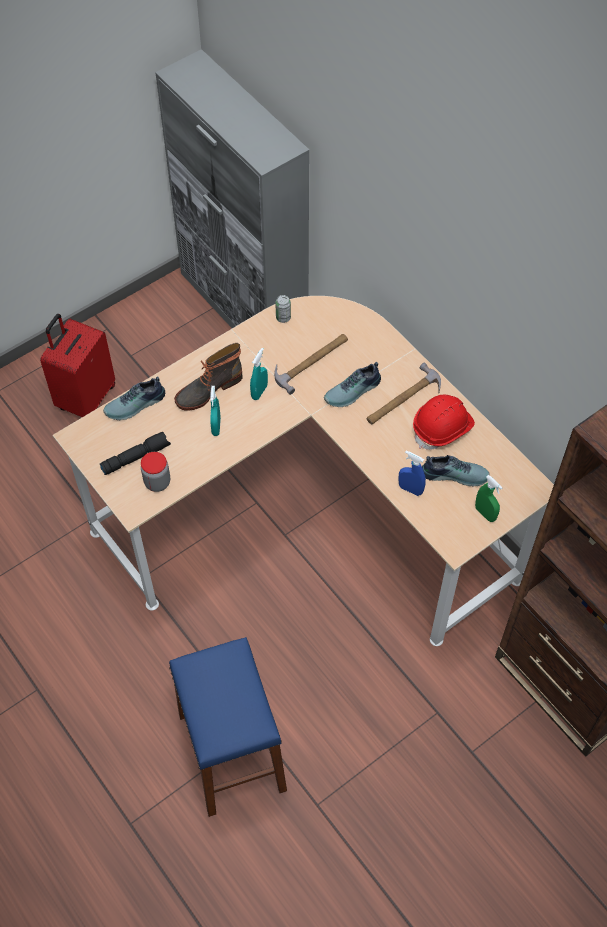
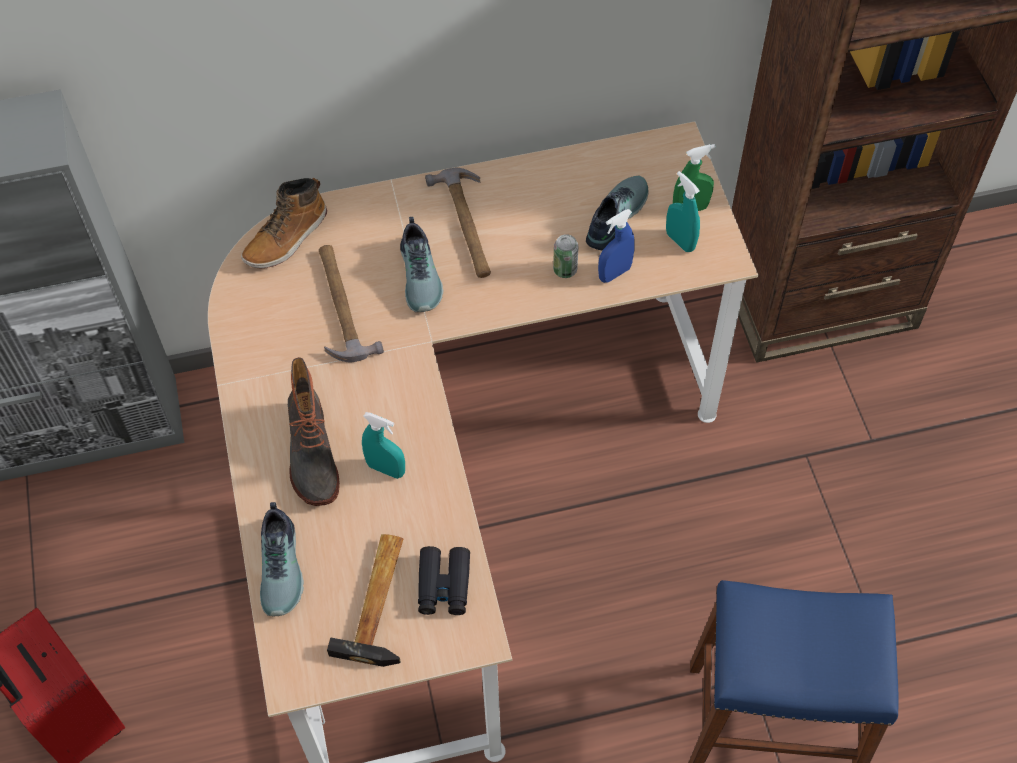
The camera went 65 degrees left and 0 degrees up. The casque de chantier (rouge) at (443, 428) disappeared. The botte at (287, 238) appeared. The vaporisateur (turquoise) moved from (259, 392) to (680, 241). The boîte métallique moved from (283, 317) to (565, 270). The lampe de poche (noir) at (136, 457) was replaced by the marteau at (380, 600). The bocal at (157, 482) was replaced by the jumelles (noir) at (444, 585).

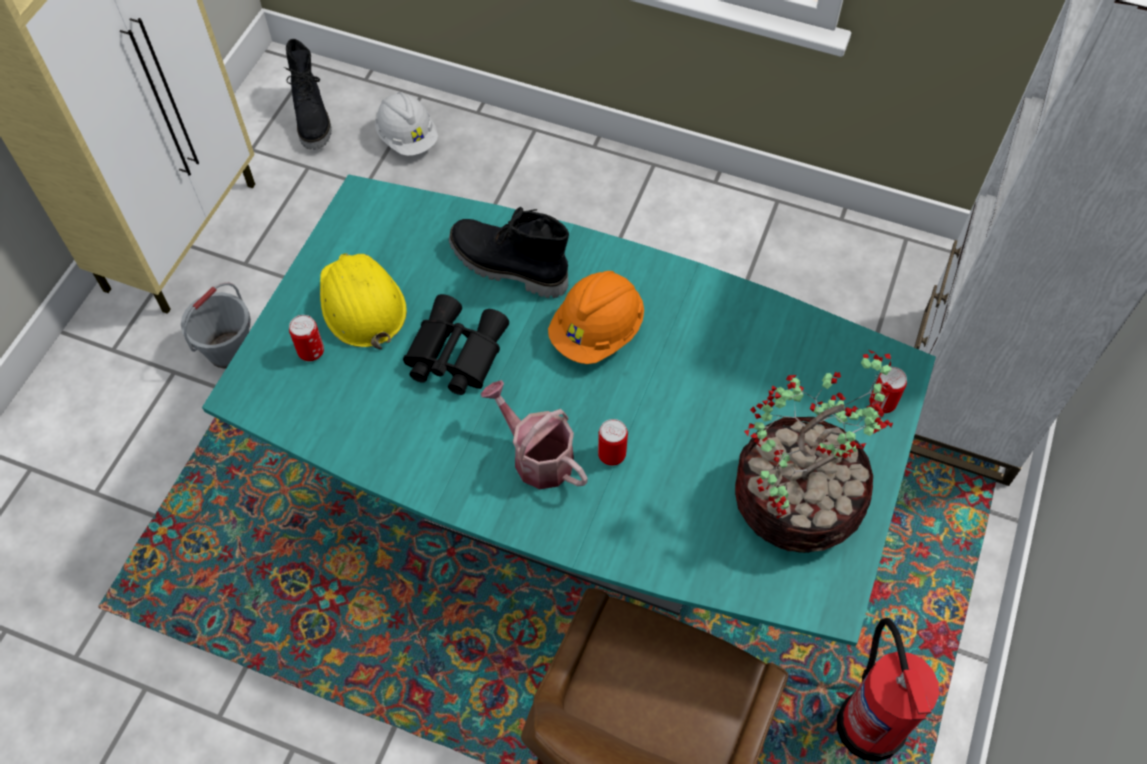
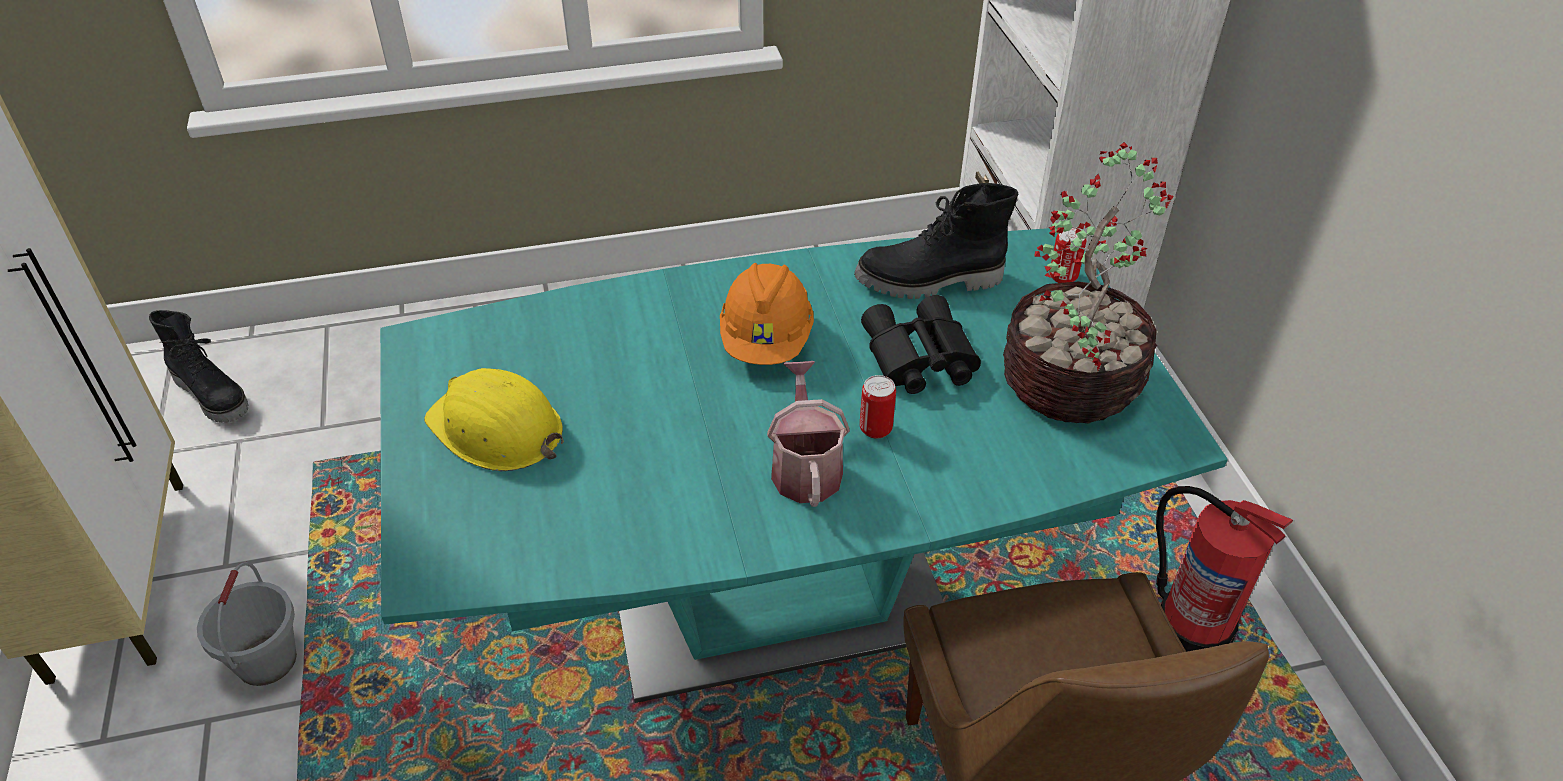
The camera went 35 degrees left and 15 degrees down. The boîte métallique at (311, 352) disappeared. The casque de chantier (blanc) at (407, 138) disappeared. The jumelles (noir) moved from (453, 354) to (917, 359). The botte (noir) moved from (507, 267) to (929, 282). The arrosoir at (537, 456) turned 75 degrees clockwise.

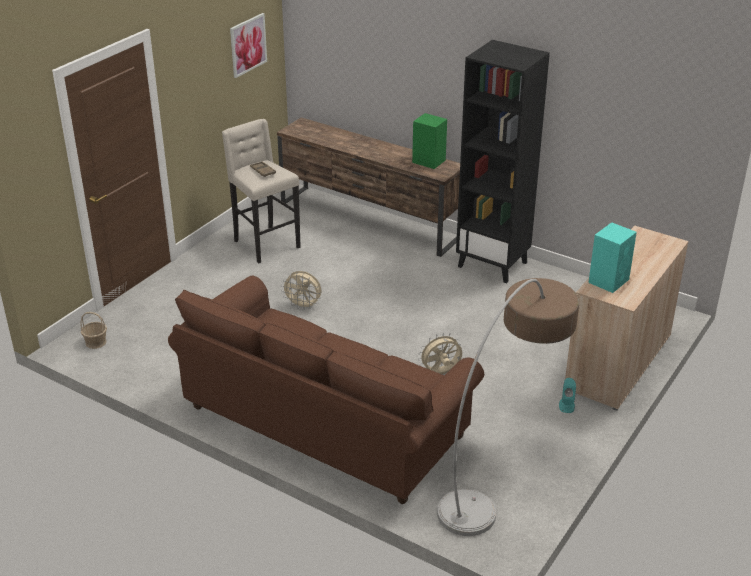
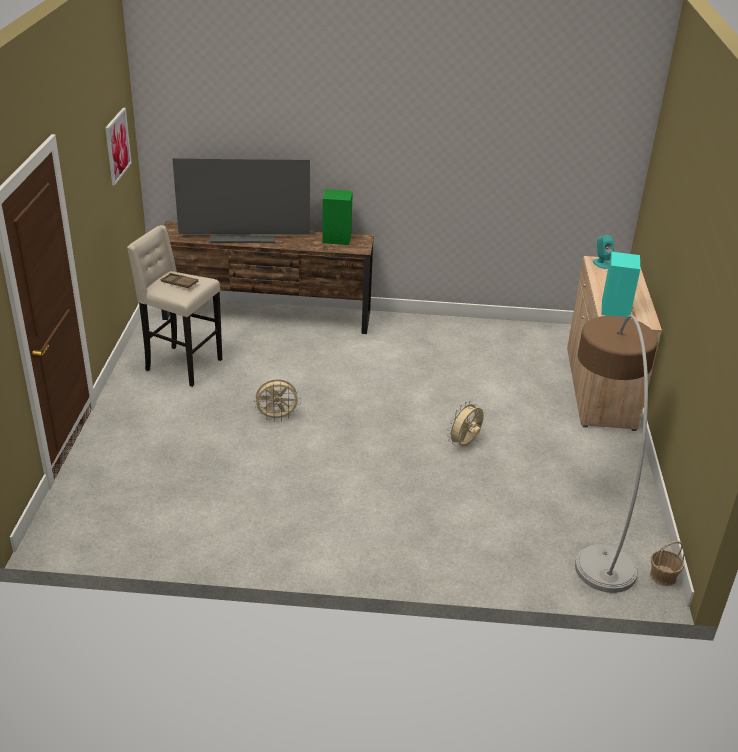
The camera went 30 degrees left and 0 degrees up. The canapé (marron) at (325, 423) disappeared. The bibliothèque (noir) at (493, 264) disappeared. The téléviseur at (244, 236) appeared. The panier moved from (95, 342) to (662, 576). The enceinte (turquoise) moved from (566, 405) to (601, 263).

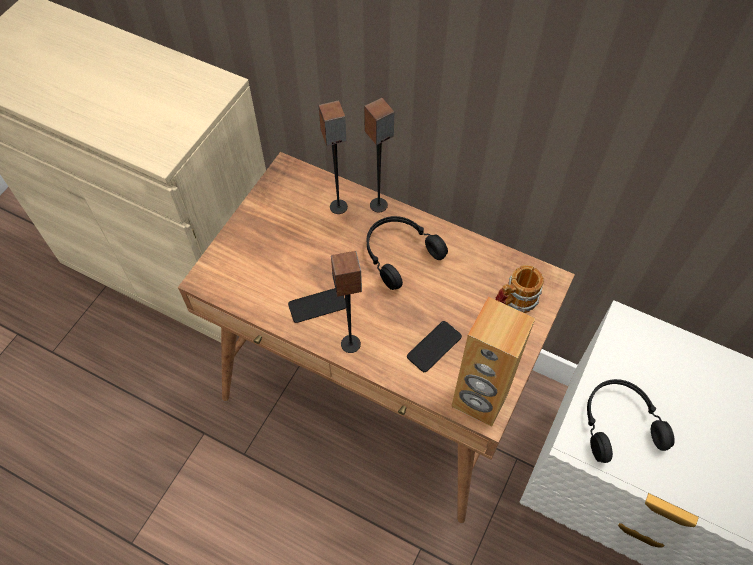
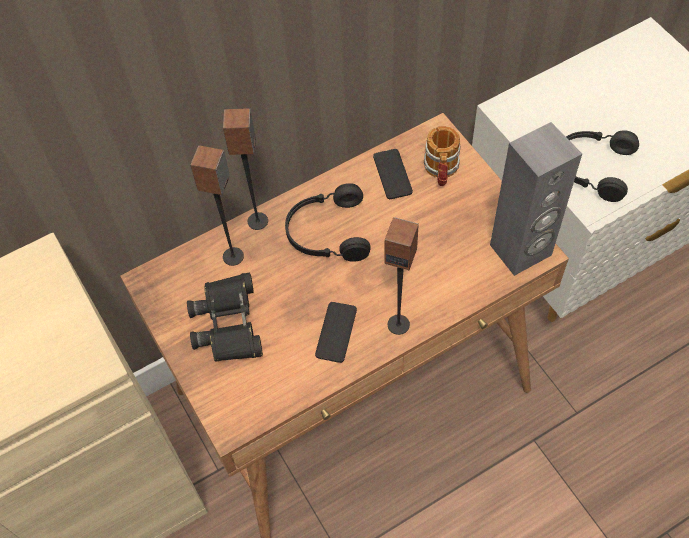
The camera went 55 degrees left and 0 degrees up. The jumelles (noir) at (228, 323) appeared. The téléphone moved from (434, 346) to (392, 174). The enceinte (marron) at (479, 400) became the enceinte (gris) at (521, 250).

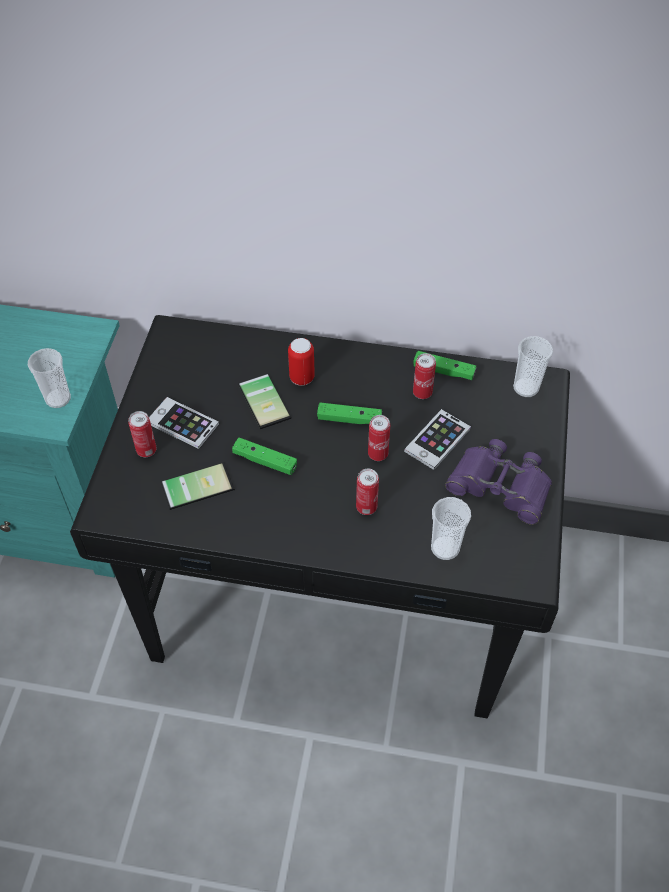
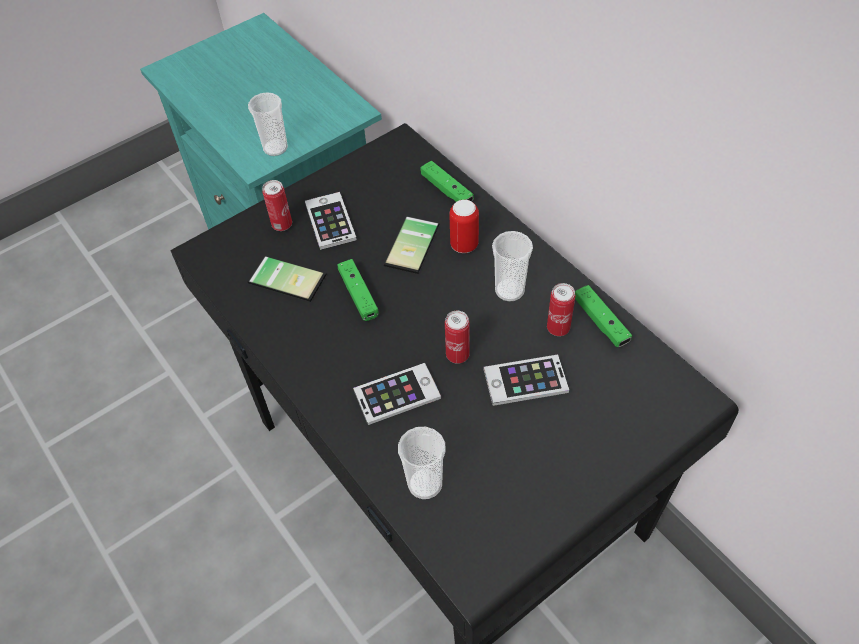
The camera went 45 degrees right and 0 degrees up. The jumelles (violet) at (500, 486) disappeared. The manette (vert) moved from (349, 419) to (446, 190). The tasse moved from (526, 388) to (509, 290). The boîte métallique at (366, 507) was replaced by the téléphone at (397, 394).

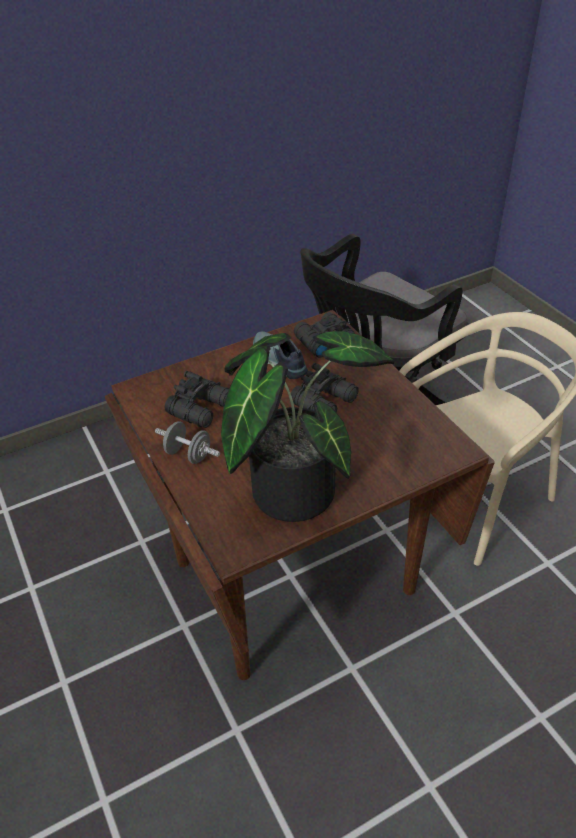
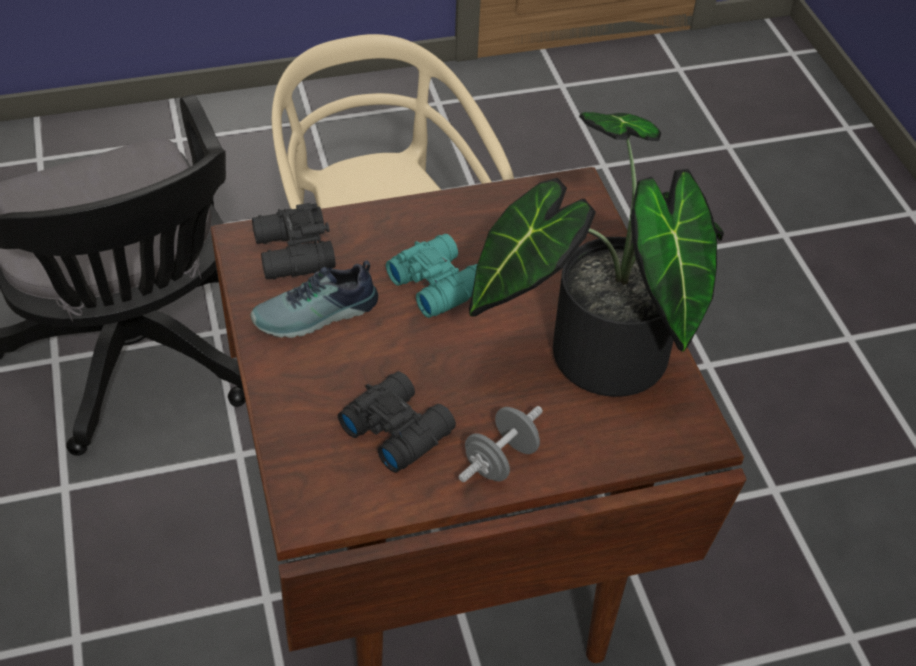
The camera went 80 degrees left and 5 degrees up. The jumelles (noir) at (326, 401) became the jumelles (turquoise) at (437, 283).

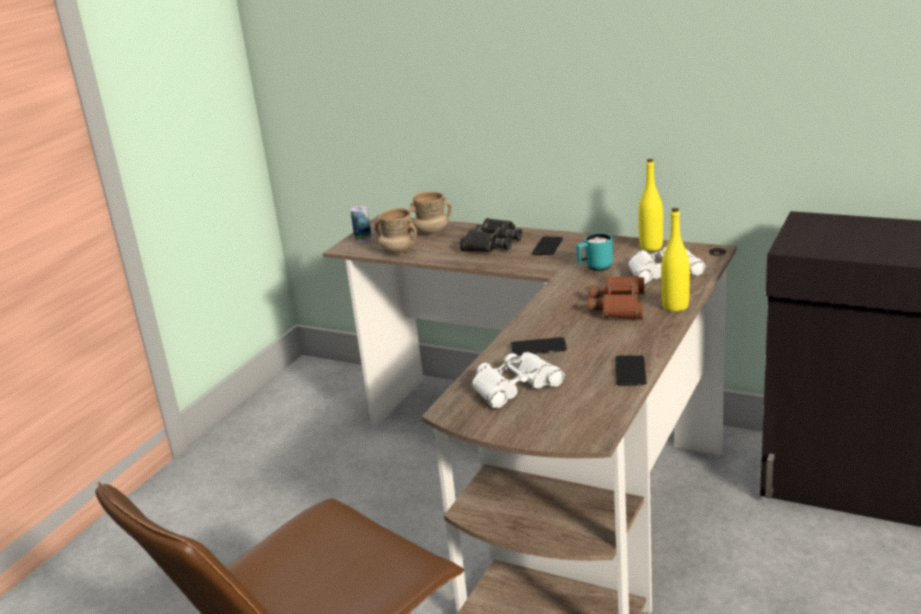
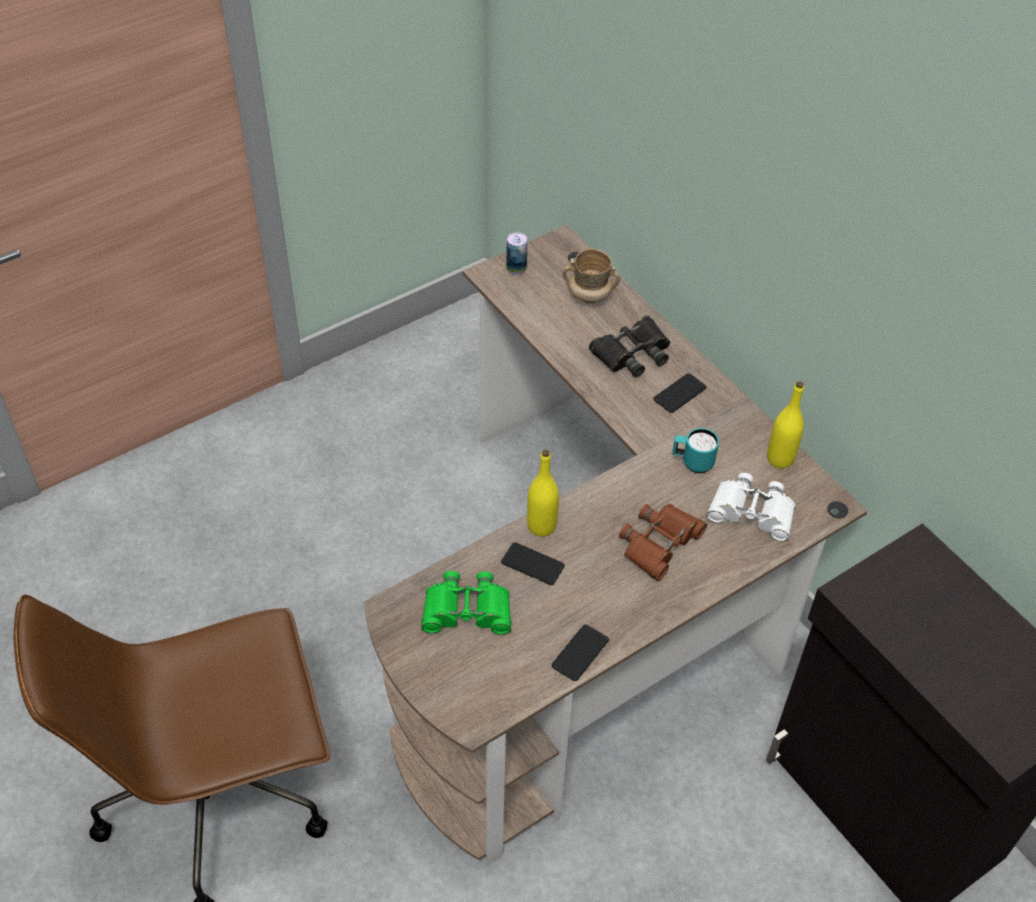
The camera went 25 degrees right and 25 degrees up. The mug (beige) at (398, 251) disappeared. The bouteille (jaune) moved from (675, 306) to (541, 526). The jumelles (blanc) at (515, 387) became the jumelles (vert) at (467, 610).

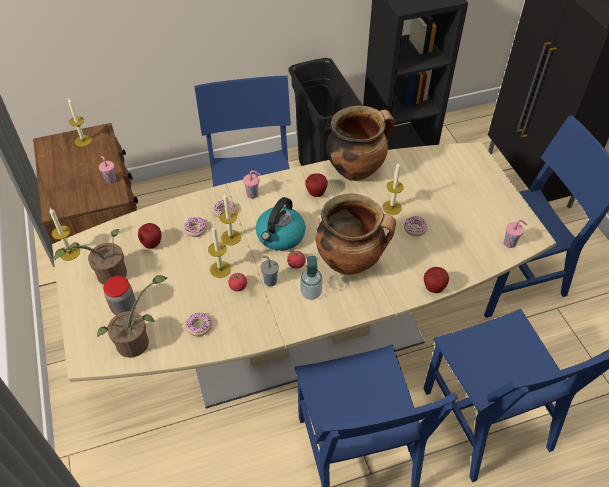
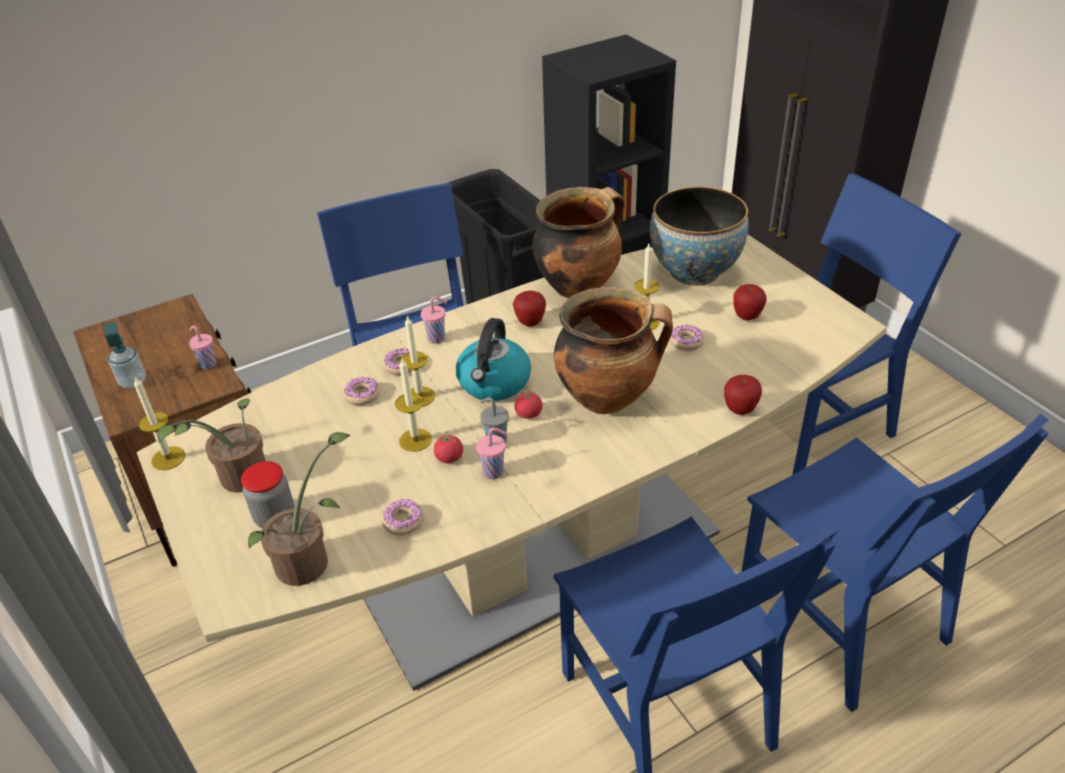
The camera went 10 degrees left and 10 degrees down. The bougie at (83, 141) disappeared. The bol at (694, 272) appeared. The pomme moved from (152, 244) to (747, 317). The distributeur de savon moved from (311, 292) to (133, 382). The tasse (rose) moved from (510, 243) to (494, 472).

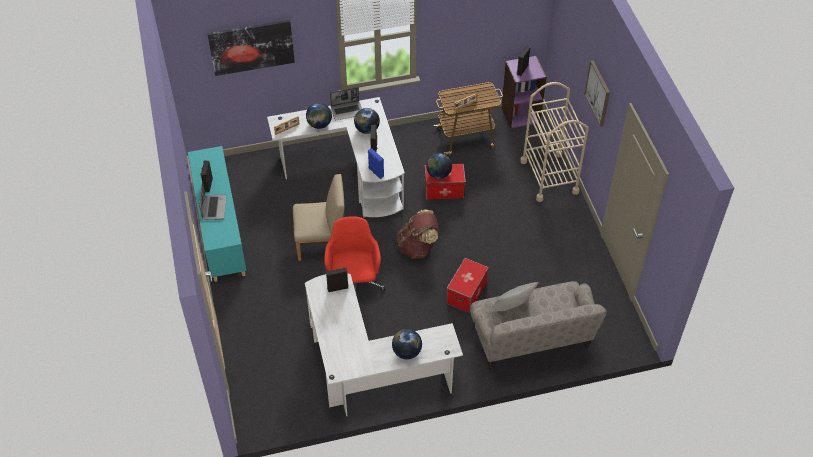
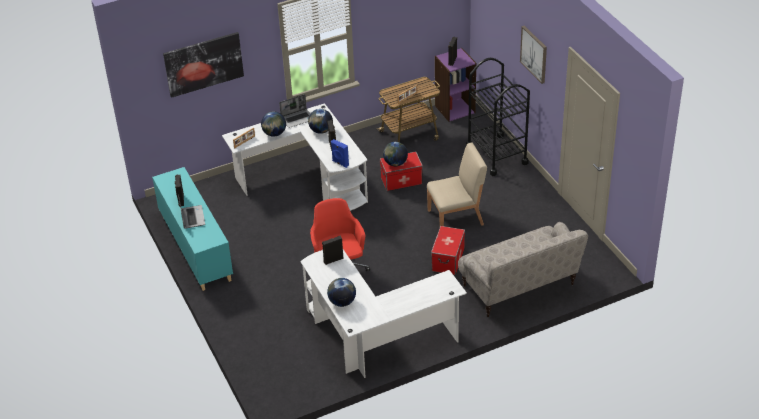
The camera went 10 degrees left and 10 degrees down. The sac à dos (marron) at (418, 247) disappeared. The coussin (gris) at (512, 309) disappeared. The chaise (beige) moved from (321, 242) to (456, 217). The globe moved from (407, 352) to (342, 302). The chariot (beige) at (549, 176) became the chariot (noir) at (497, 154).

